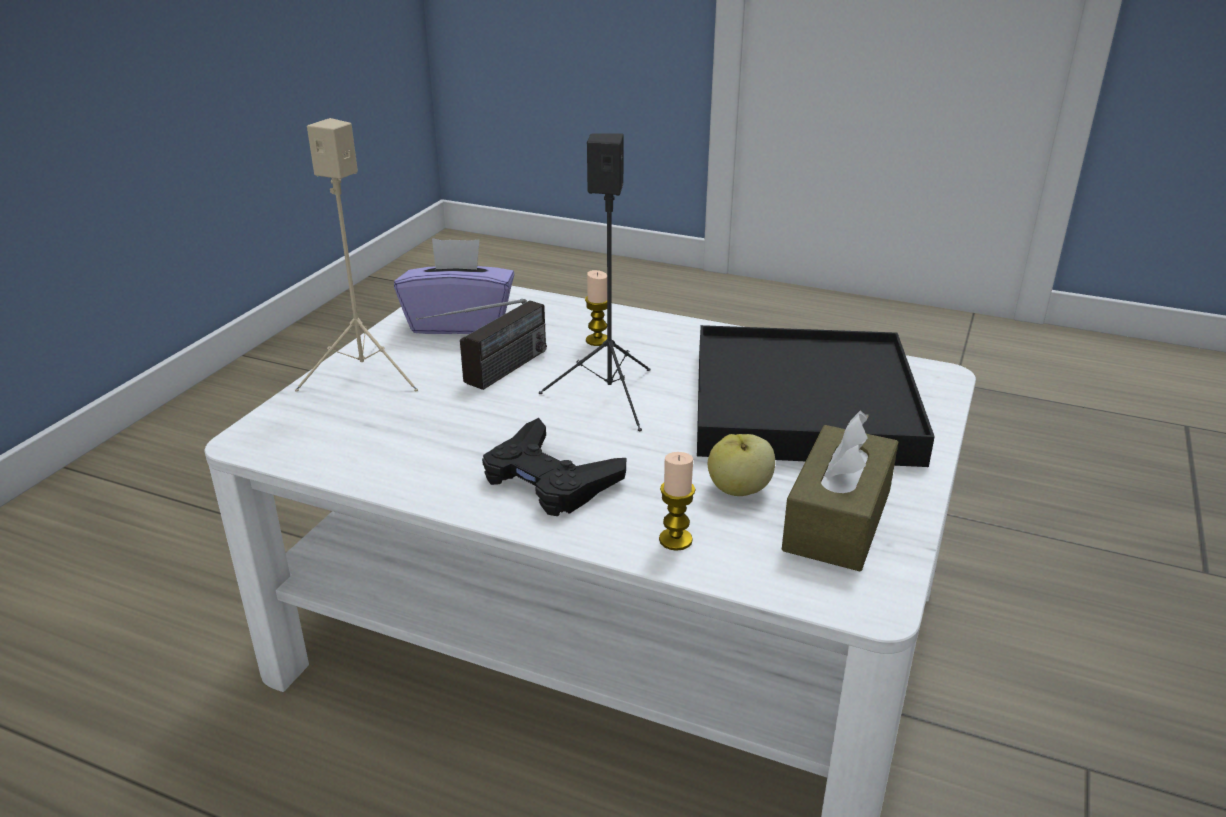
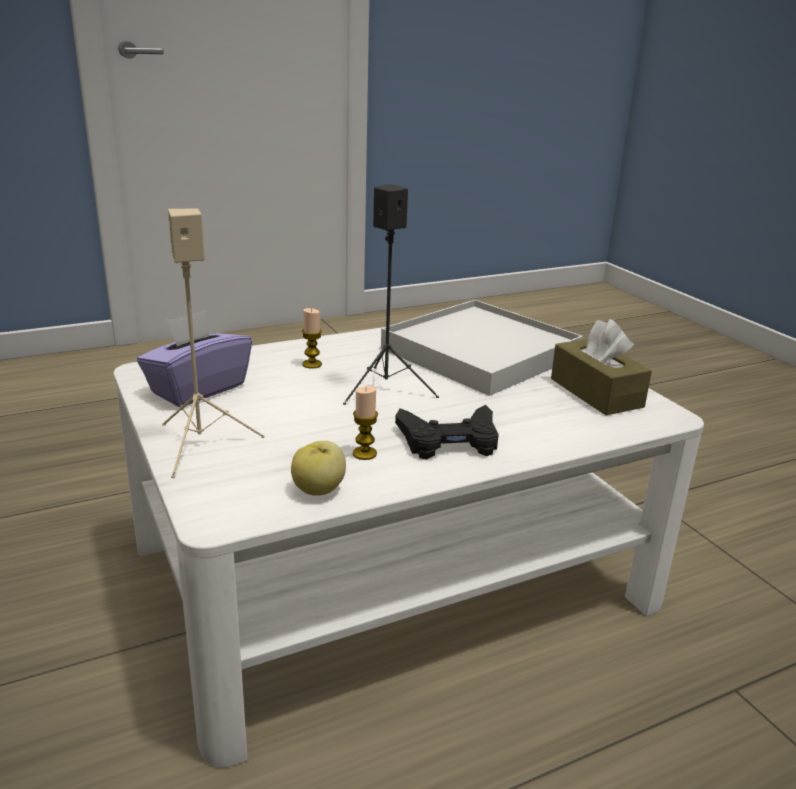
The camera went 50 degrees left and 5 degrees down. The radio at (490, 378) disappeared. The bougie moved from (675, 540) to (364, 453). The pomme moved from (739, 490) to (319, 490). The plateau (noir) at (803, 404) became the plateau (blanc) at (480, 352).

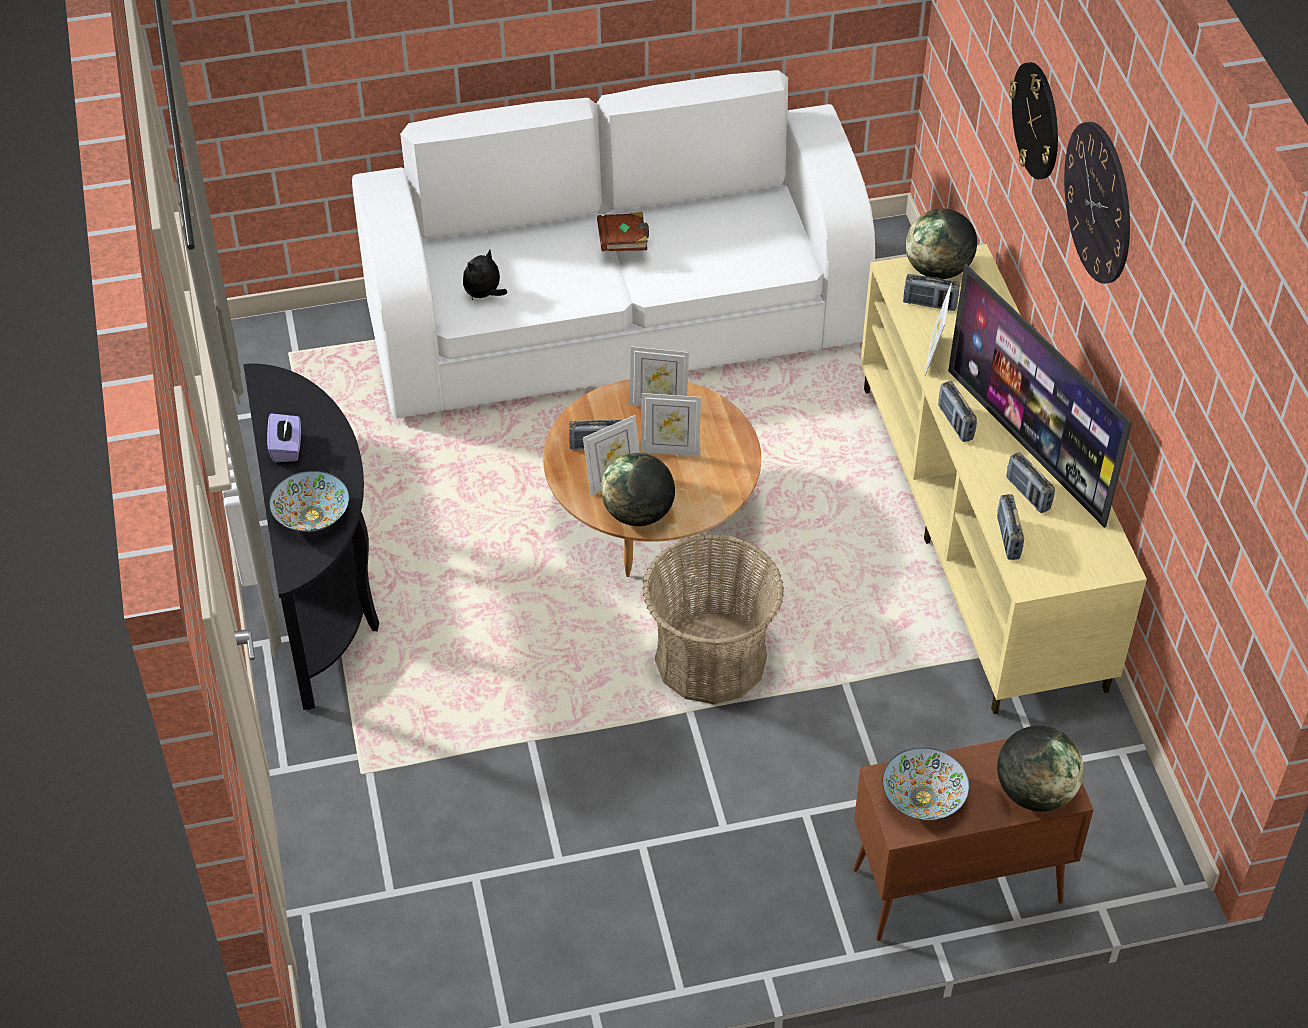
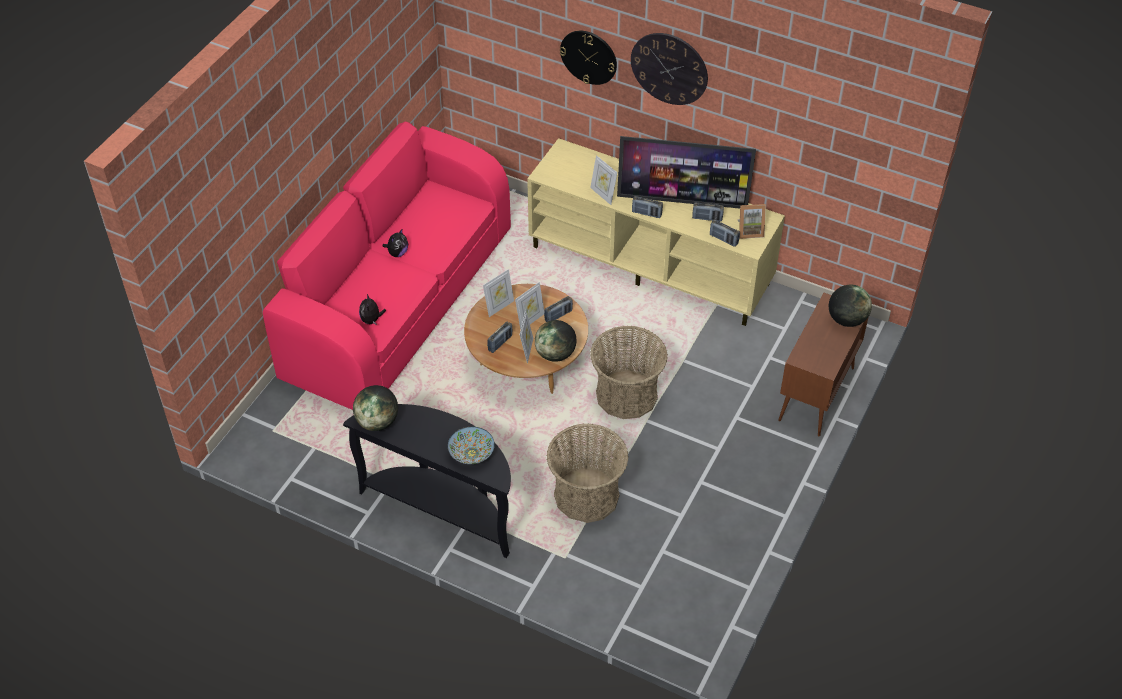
The camera went 50 degrees left and 0 degrees up. The boîte à mouchoirs (violet) at (287, 448) disappeared. The bol at (923, 798) disappeared. The panier at (586, 495) appeared. The cadre photo at (749, 231) appeared. The radio moved from (929, 304) to (558, 316). The globe moved from (937, 270) to (377, 422). The livre (marron) at (624, 243) was replaced by the peluche at (397, 253). The canapé (blanc) at (616, 324) became the canapé (rose) at (399, 301).

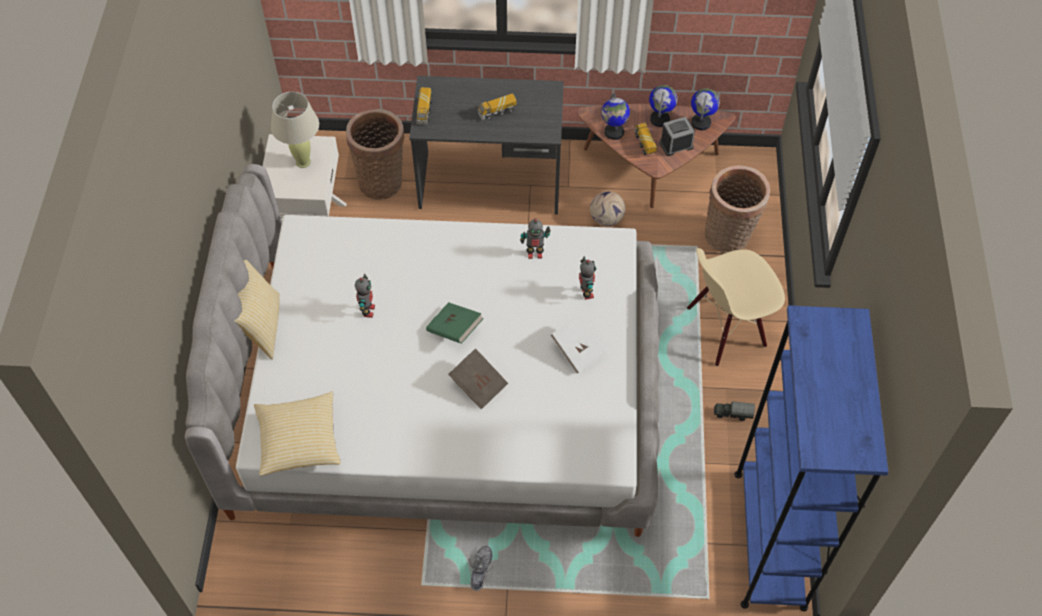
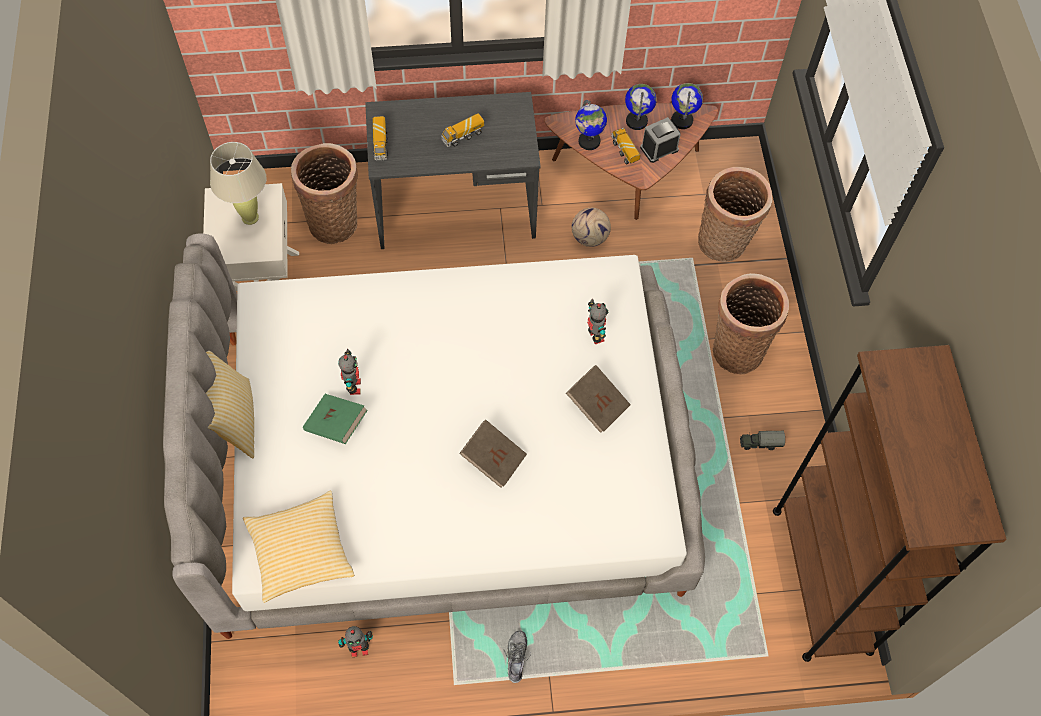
The camera went 10 degrees left and 5 degrees up. The livre (vert) moved from (455, 330) to (336, 425). The robot jouet moved from (535, 253) to (359, 649). The chaise (beige) at (725, 328) was replaced by the panier at (737, 348). The livre (blanc) at (578, 350) became the livre (marron) at (597, 404). The bibliothèque (bleu) at (770, 539) became the bibliothèque (marron) at (821, 579).

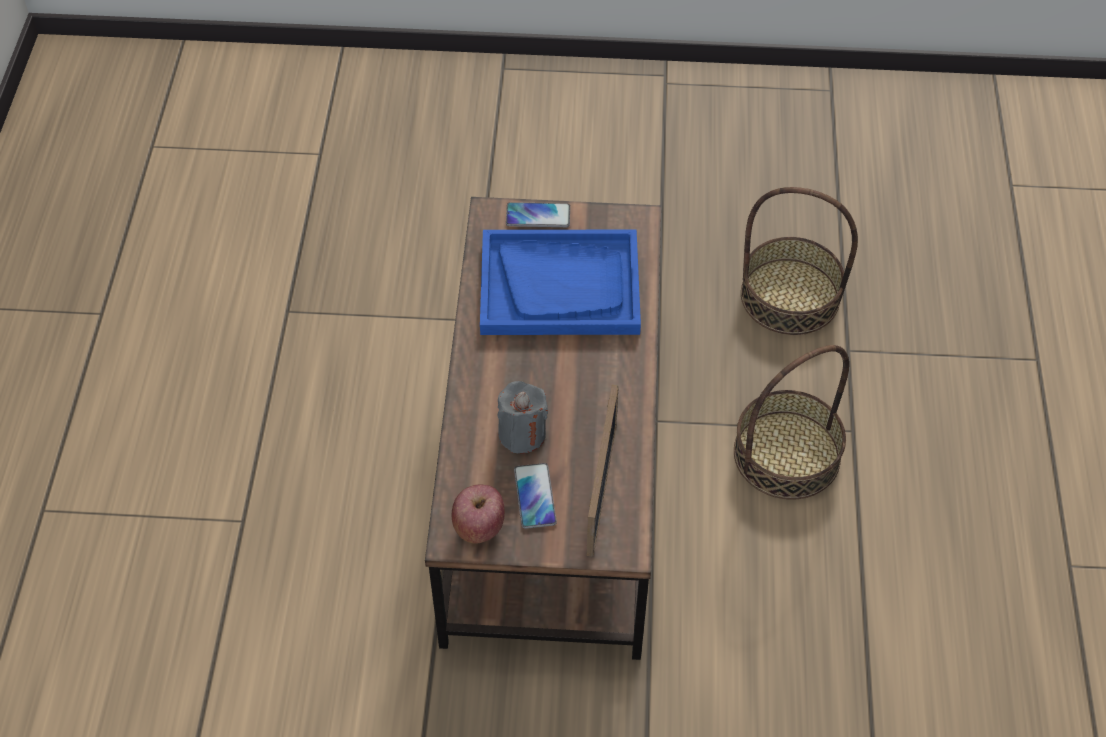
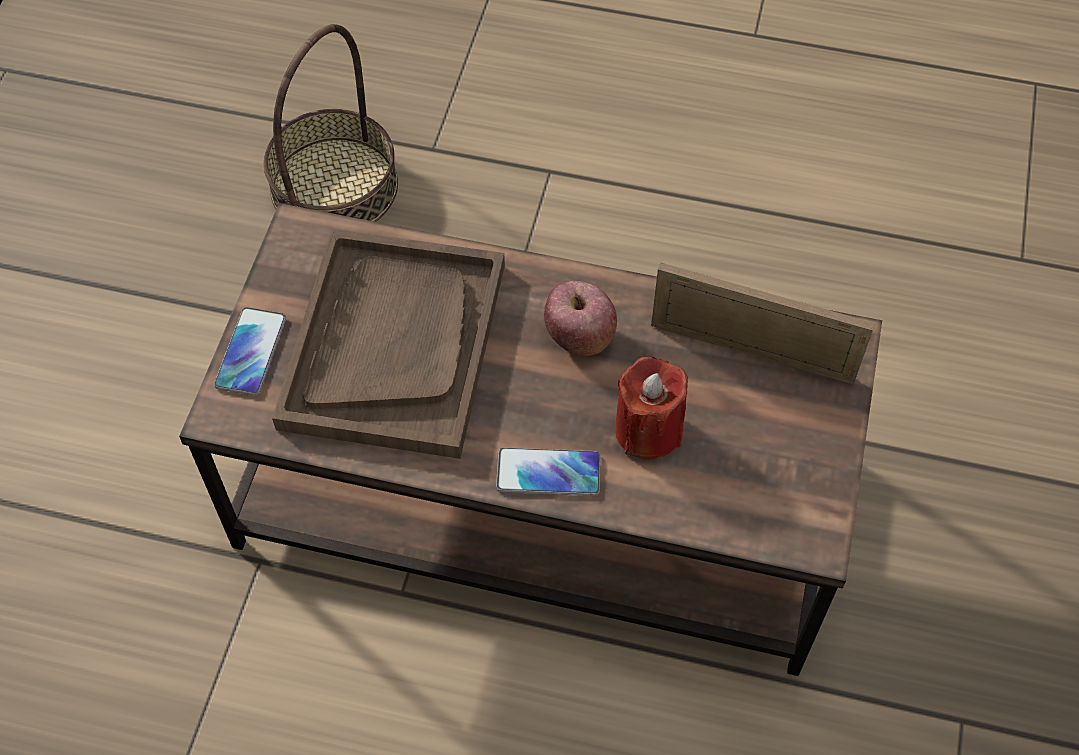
The camera went 80 degrees left and 5 degrees up. The panier at (786, 454) disappeared. The pomme moved from (479, 527) to (579, 337). The téléphone moved from (535, 496) to (548, 473). The plateau (bleu) at (560, 285) became the plateau (marron) at (394, 344). The bougie (gris) at (522, 434) became the bougie (rouge) at (648, 430).

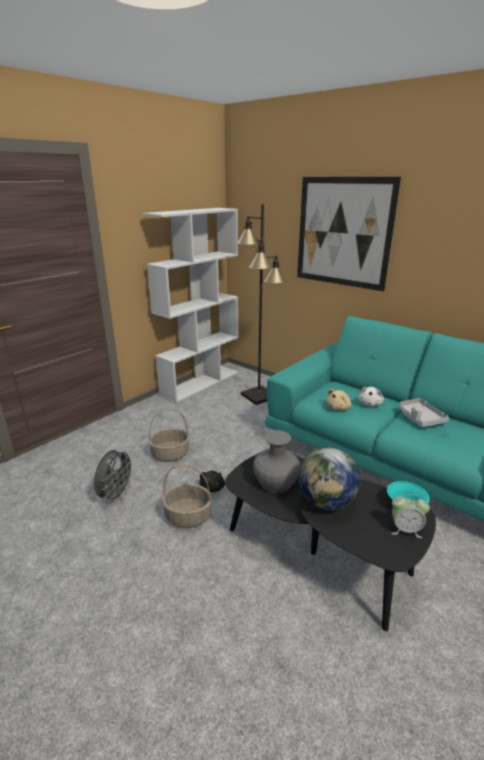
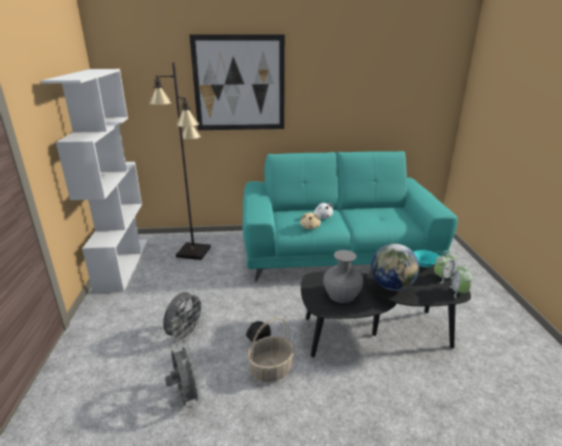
The camera went 45 degrees left and 0 degrees up. The plateau (gris) at (419, 418) disappeared. The réveil at (458, 292) appeared. The panier at (171, 454) was replaced by the ventilateur (gris) at (185, 334).

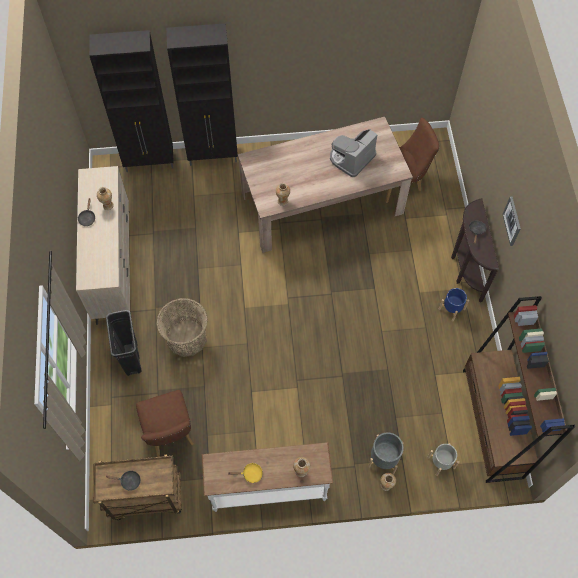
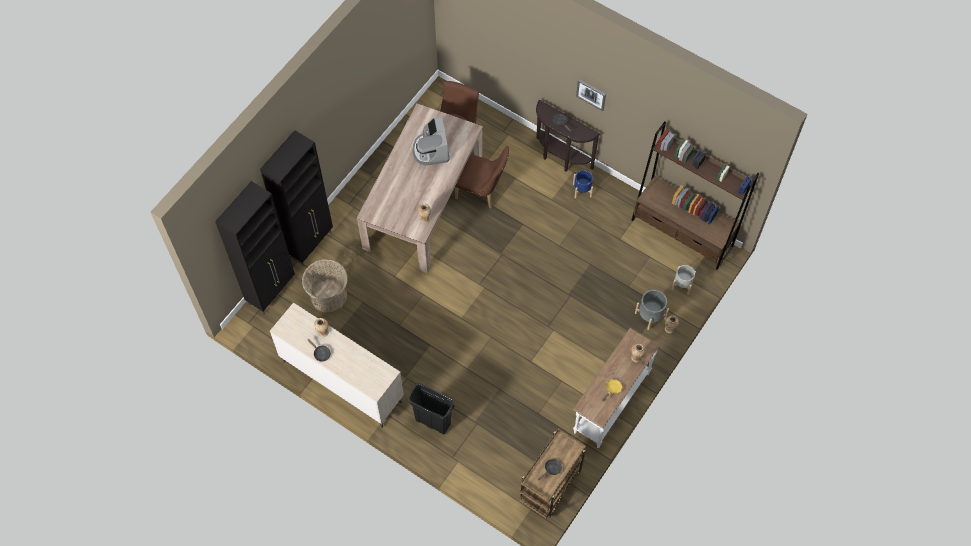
The camera went 50 degrees left and 0 degrees up. The chaise (marron) moved from (170, 434) to (482, 192). The panier moved from (186, 338) to (328, 296).

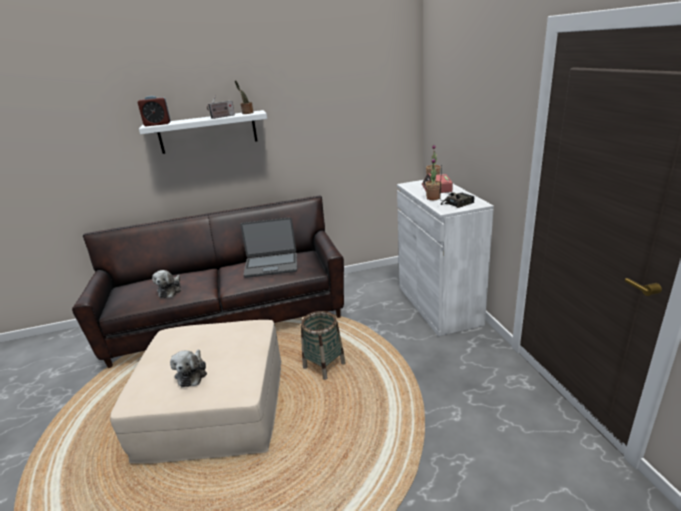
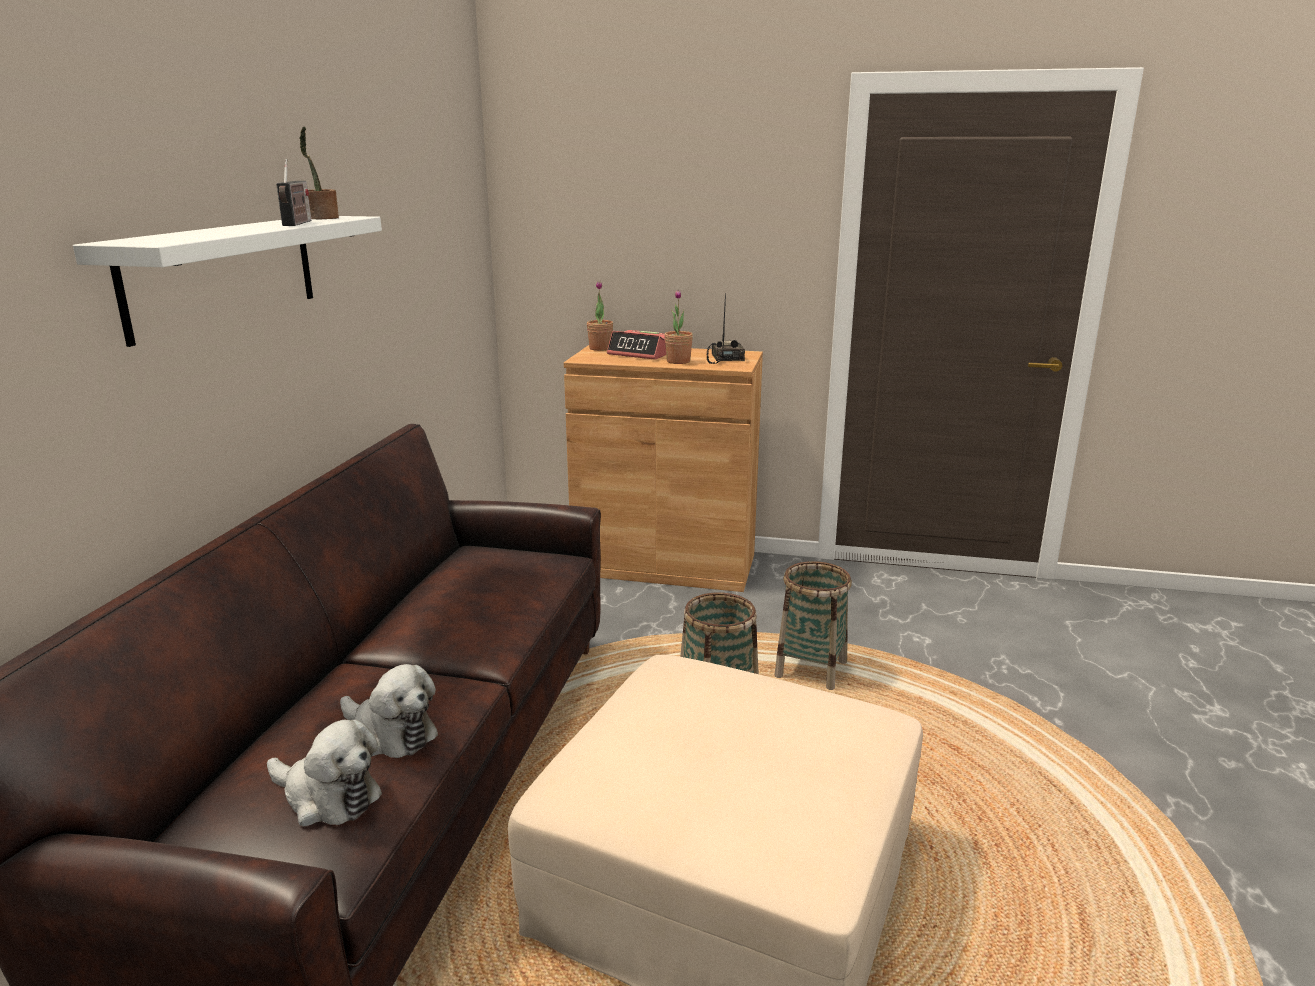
The camera went 65 degrees left and 5 degrees down. The réveil at (157, 124) disappeared. The ordinateur portable at (271, 265) disappeared. The panier at (811, 670) appeared. The peluche moved from (192, 374) to (328, 797). The meuble de rangement (blanc) at (438, 305) became the meuble de rangement (marron) at (665, 565).

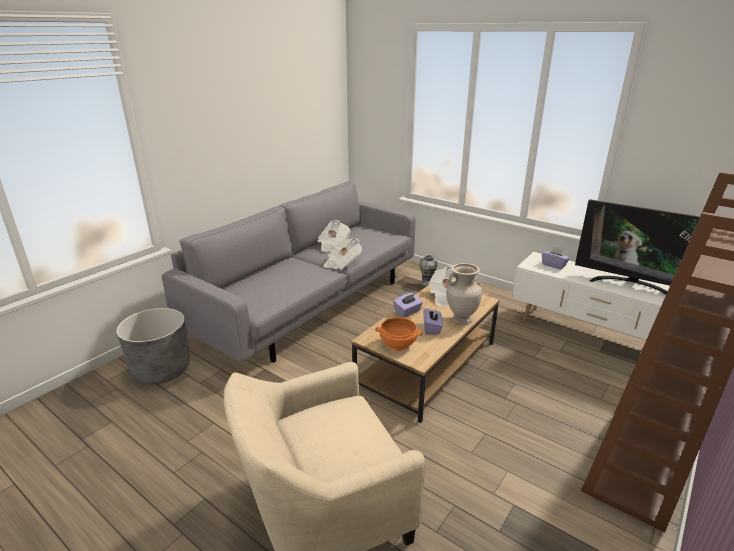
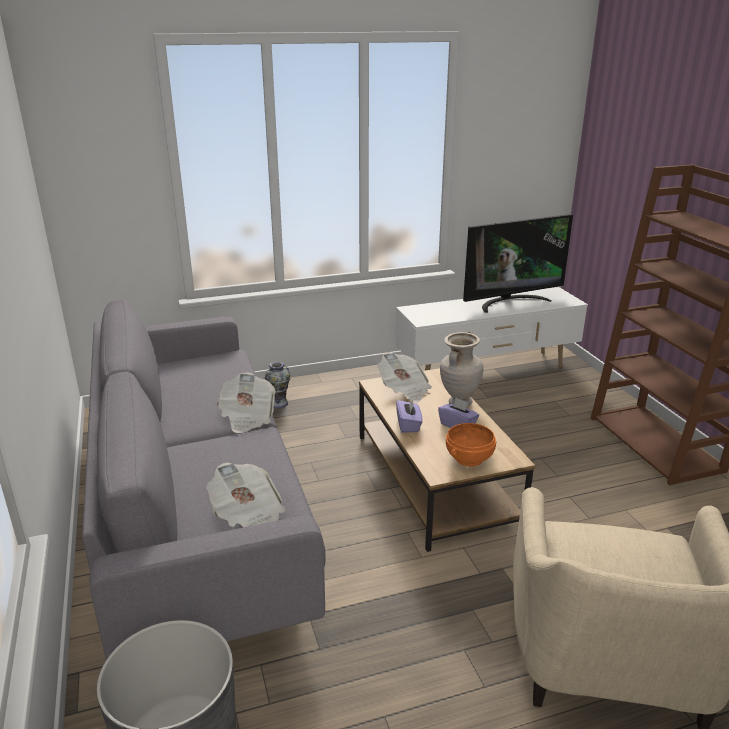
The camera went 55 degrees left and 0 degrees up. The boîte à mouchoirs (violet) at (554, 265) disappeared. The journal moved from (332, 245) to (248, 515).

